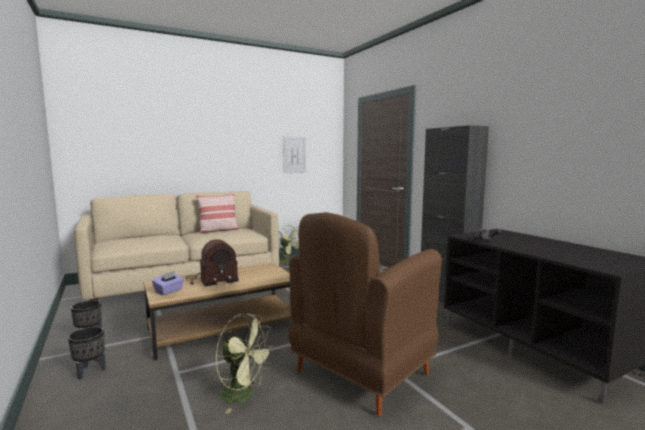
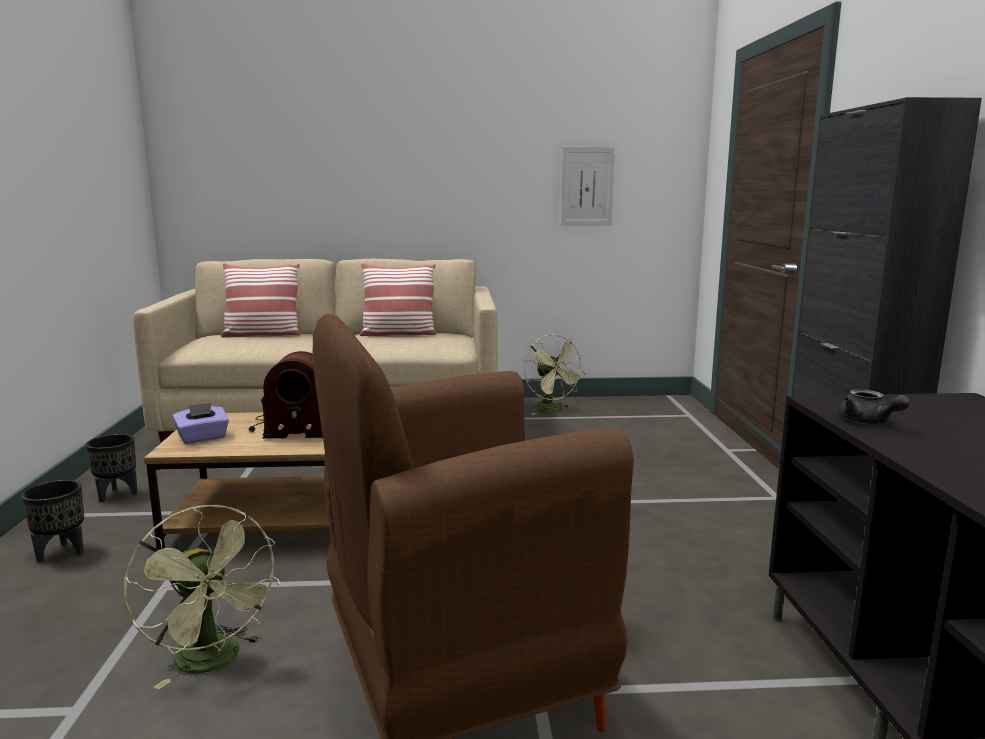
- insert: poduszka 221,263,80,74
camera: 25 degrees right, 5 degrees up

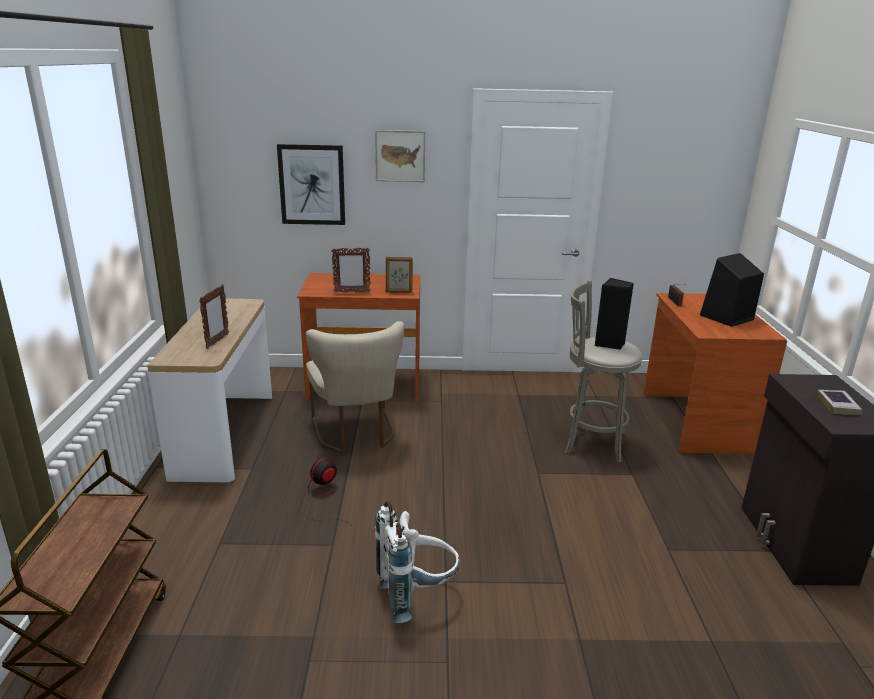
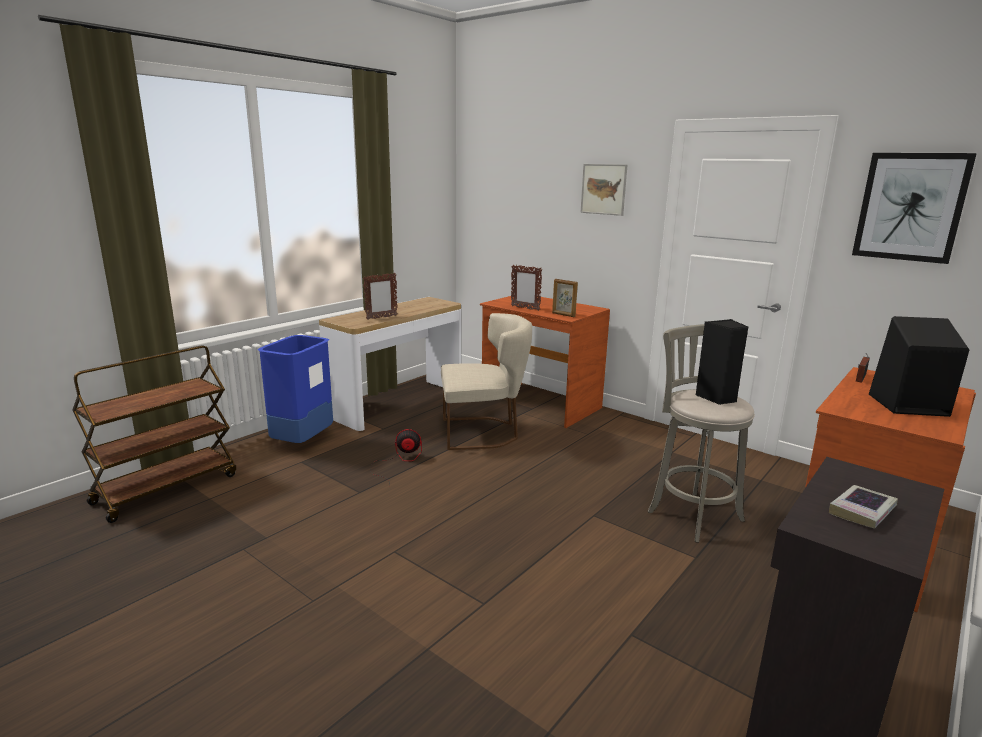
- move: obraz 277,144,68,81 to 852,153,125,111
- rotate: krzesło (beżowy) 306,321,98,133 = 441,313,91,137 120 degrees counterclockwise
- delete: plecak (biały) 375,501,85,122
- insert: kosz na śmieci (niebieski) 258,335,75,108
camera: 40 degrees right, 5 degrees down

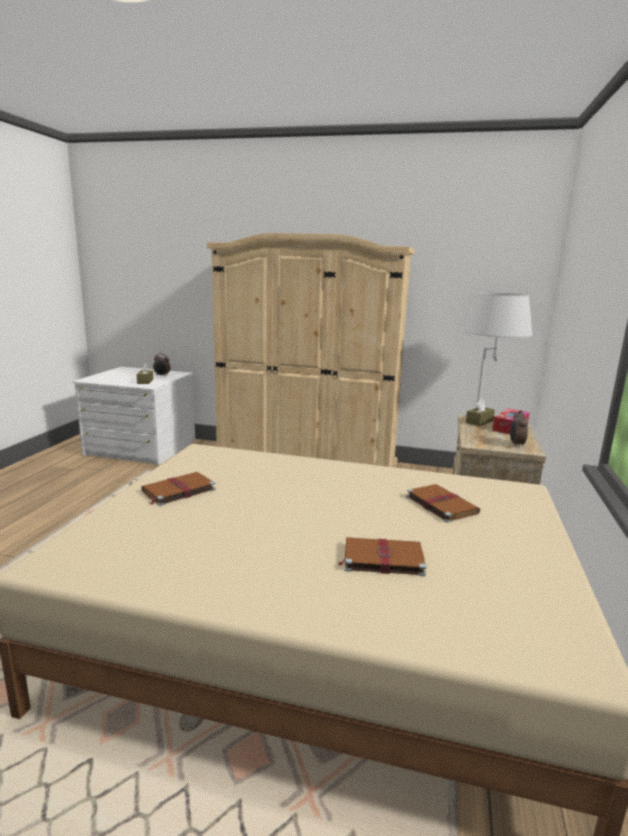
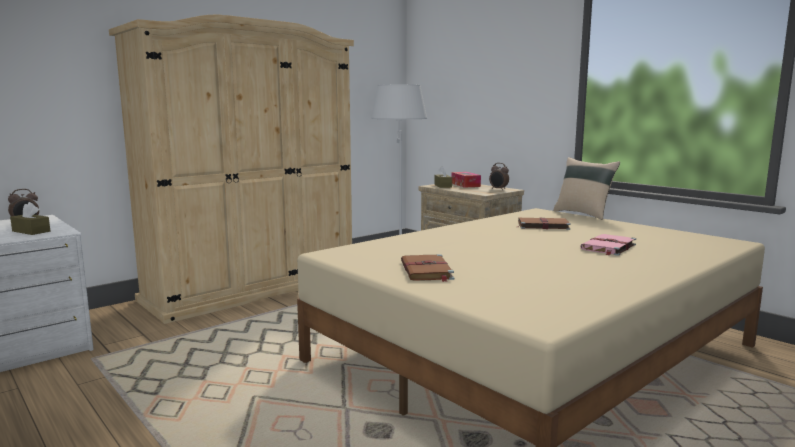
- recolor: książka (brązowy) 338,537,88,39 to książka (różowy) 580,234,56,22
- insert: poduszka (beżowy) 553,157,67,63
camera: 55 degrees left, 5 degrees down

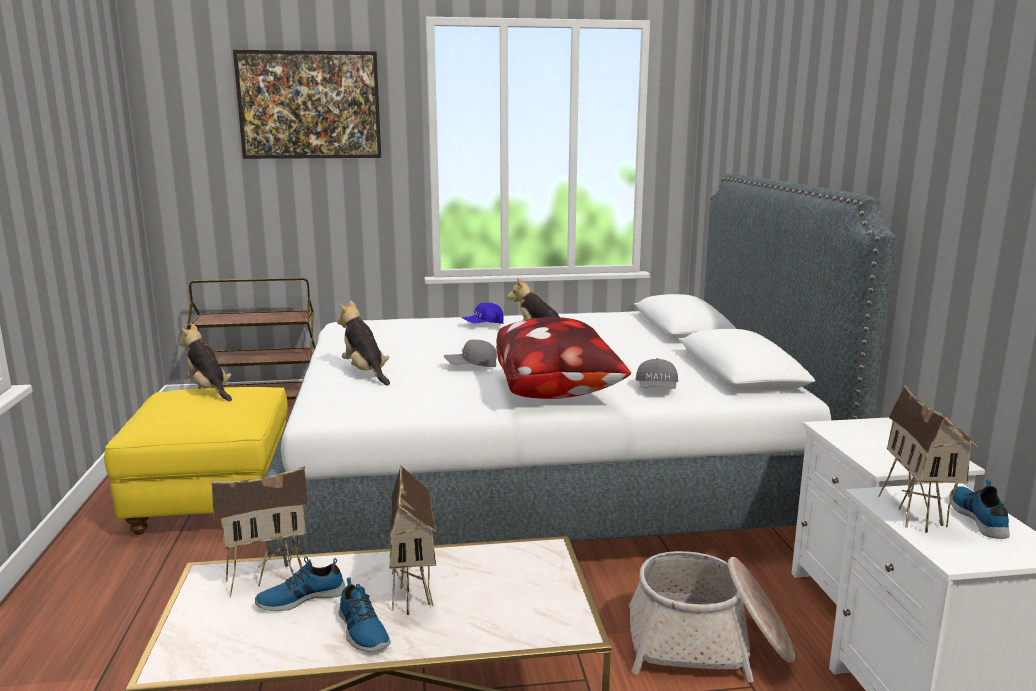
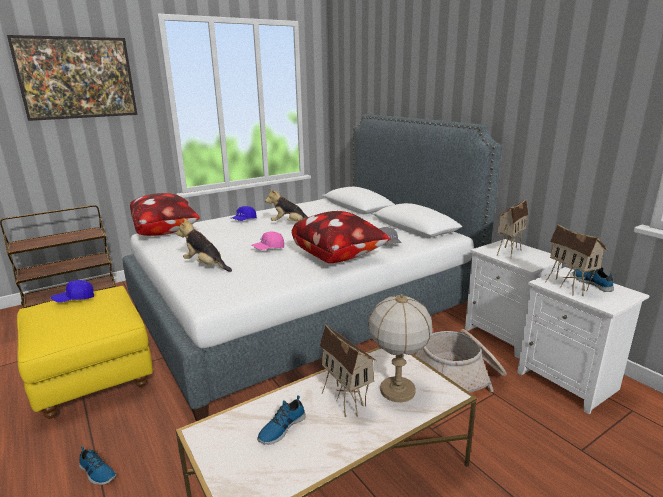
- replace: pluszak 180,324,52,77 to czapka z daszkiem (niebieski) 50,280,44,22
- move: domek 211,466,97,131 to 497,199,32,57
- move: but 339,577,52,75 to 79,446,37,39
- recolor: czapka z daszkiem (szary) 444,339,53,28 to czapka z daszkiem (różowy) 252,232,32,18
- insert: poduszka 130,193,70,43
- insert: lampa stołowa 368,294,65,108
camera: 25 degrees left, 5 degrees up

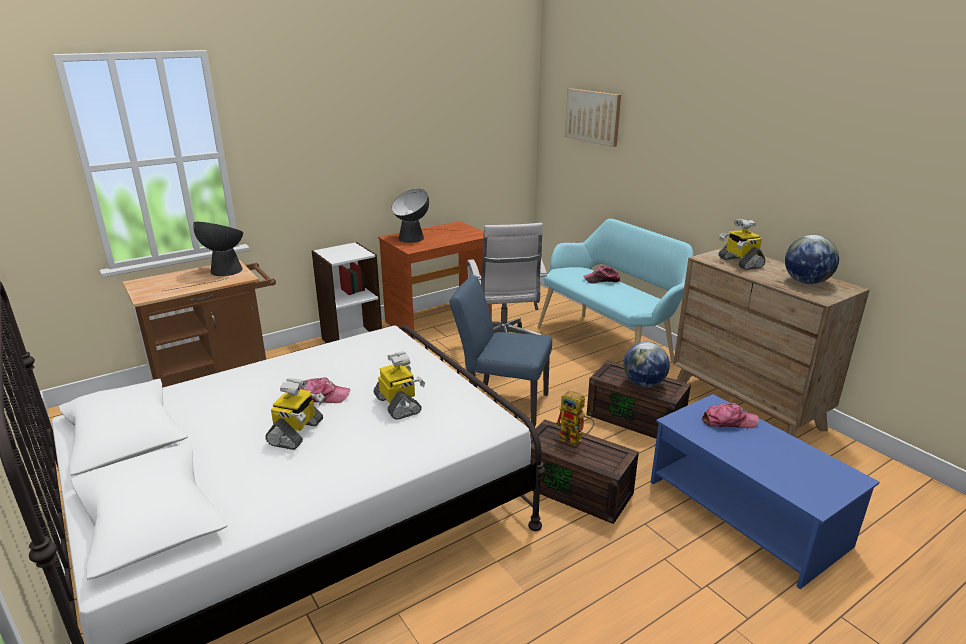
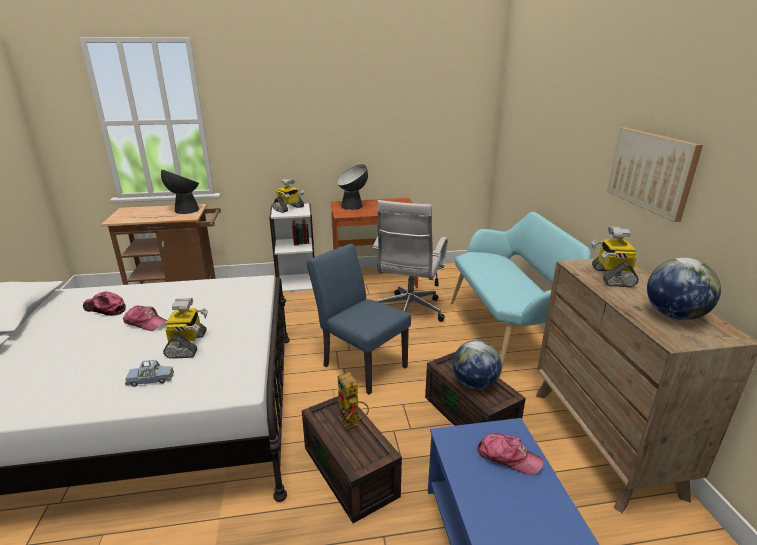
- move: robot zabawkowy 265,378,59,72 to 273,178,31,35
- move: obraz 565,88,56,59 to 607,127,96,95
- move: czapka z daszkiem 584,266,37,17 to 83,291,43,25
- insert: samochodzik (niebieski) 125,360,49,27
camera: 25 degrees right, 0 degrees up

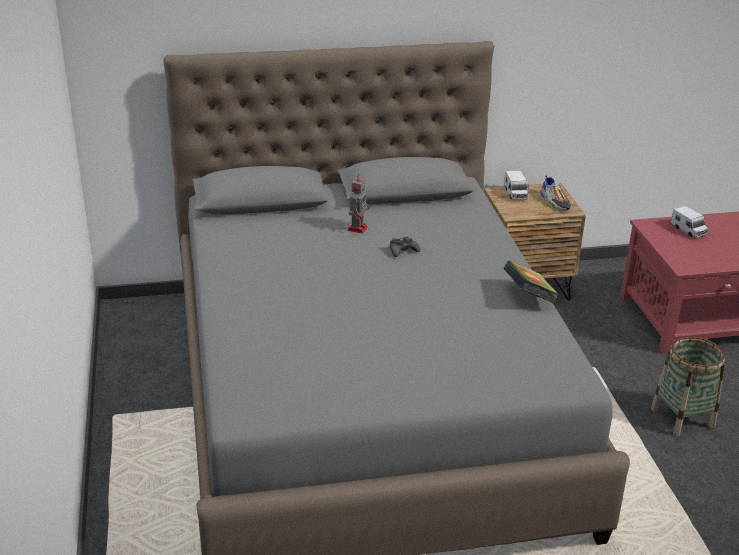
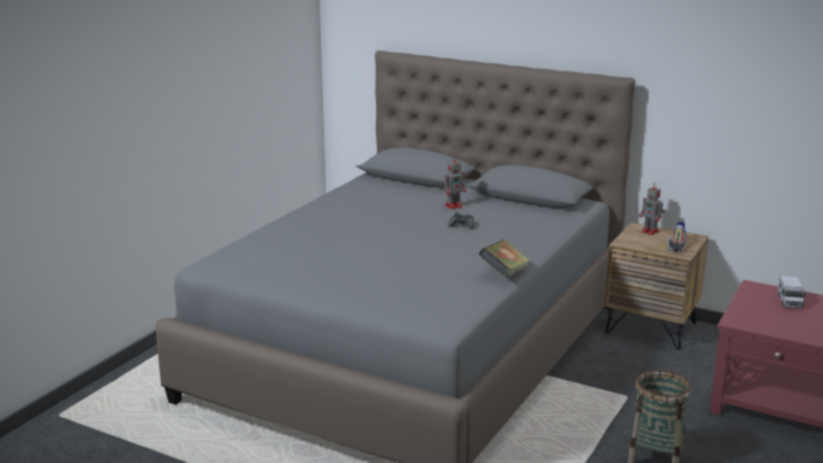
- replace: ciężarówka zabawkowa 504,171,25,29 to robot zabawkowy 640,183,25,52
camera: 40 degrees right, 10 degrees down

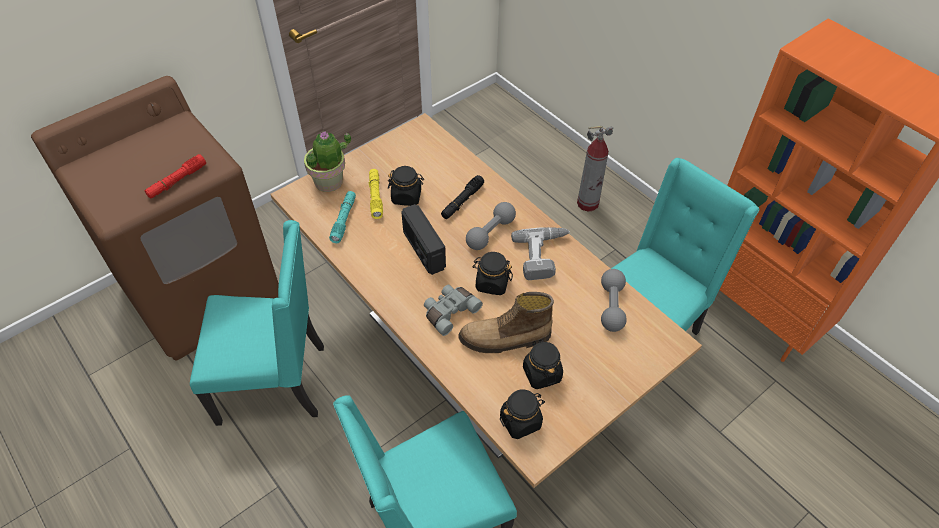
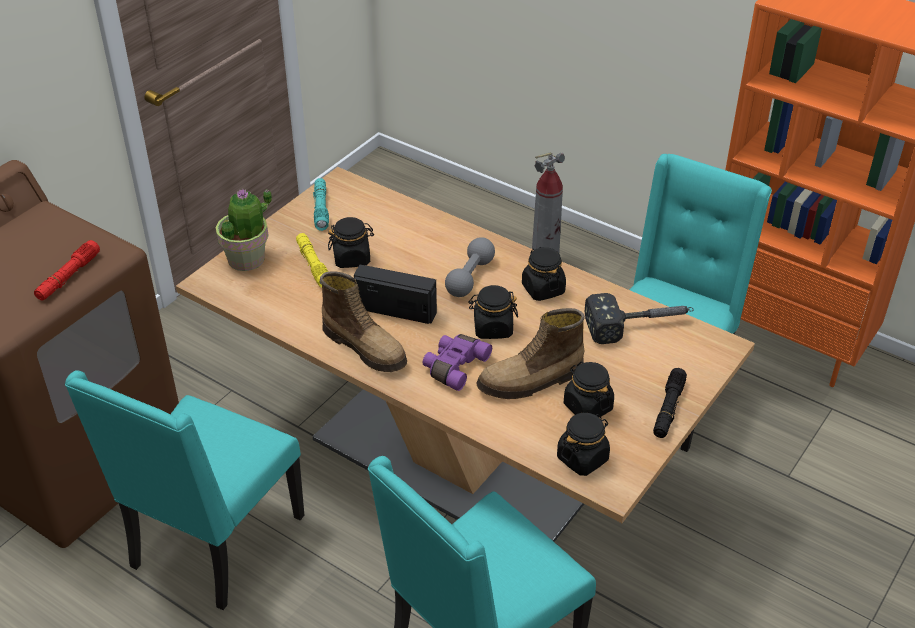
- rotate: krzesło (turkusowy) 190,220,134,206 = 65,370,239,240 135 degrees clockwise
- move: latarka (turkusowy) 329,191,27,52 to 313,178,16,53
- rotate: radio 401,204,45,71 = 354,265,83,59 150 degrees clockwise
- recolor: lornetka (szary) 424,284,59,52 to lornetka (fioletowy) 423,334,69,57
- move: latarka (czarny) 441,175,43,44 to 653,368,34,70
- replace: wiertarka 511,227,59,53 to słoik (czarny) 522,247,44,54
- replace: hantel (szary) 601,269,26,63 to młotek 585,293,109,51
- insert: but z cholewką 320,271,87,101
camera: 15 degrees left, 10 degrees down

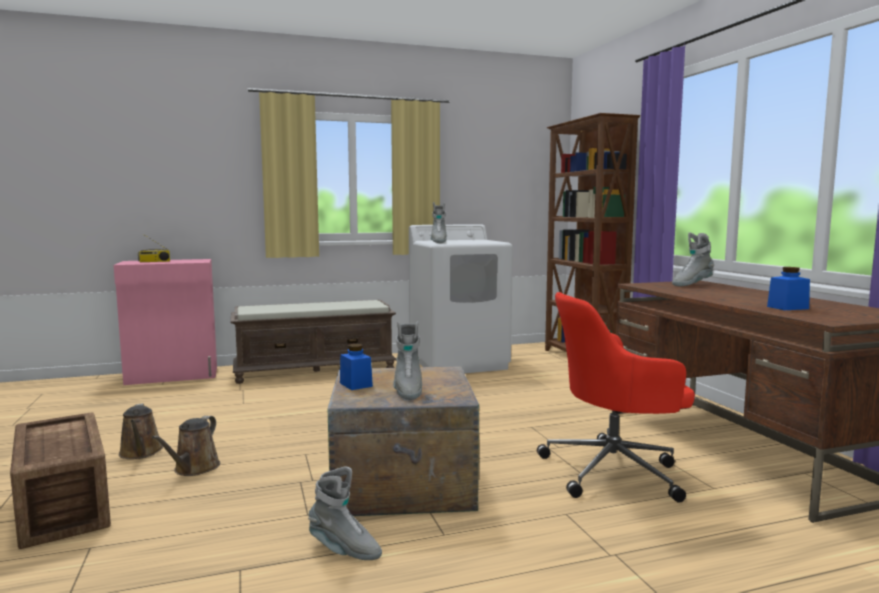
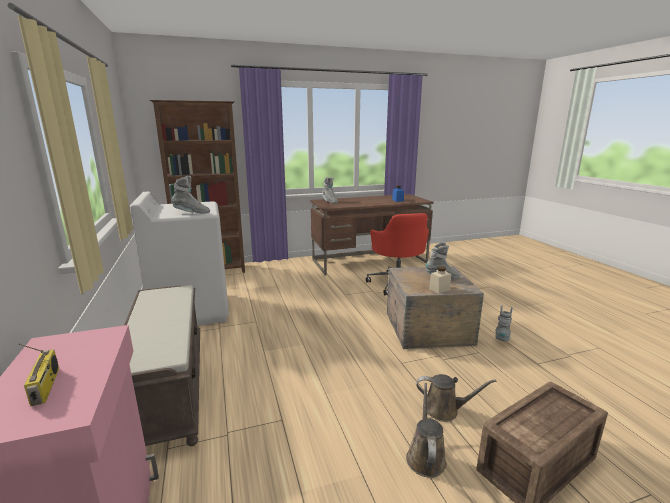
- rotate: konewka (brązowy) 119,403,44,56 = 406,383,41,95 60 degrees counterclockwise
- recolor: słoik (niebieski) 340,344,33,46 to słoik (beżowy) 429,266,22,27
camera: 90 degrees left, 10 degrees up

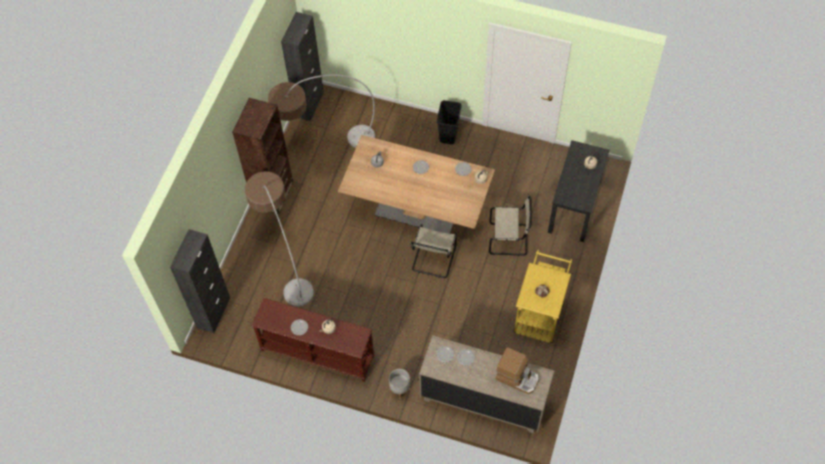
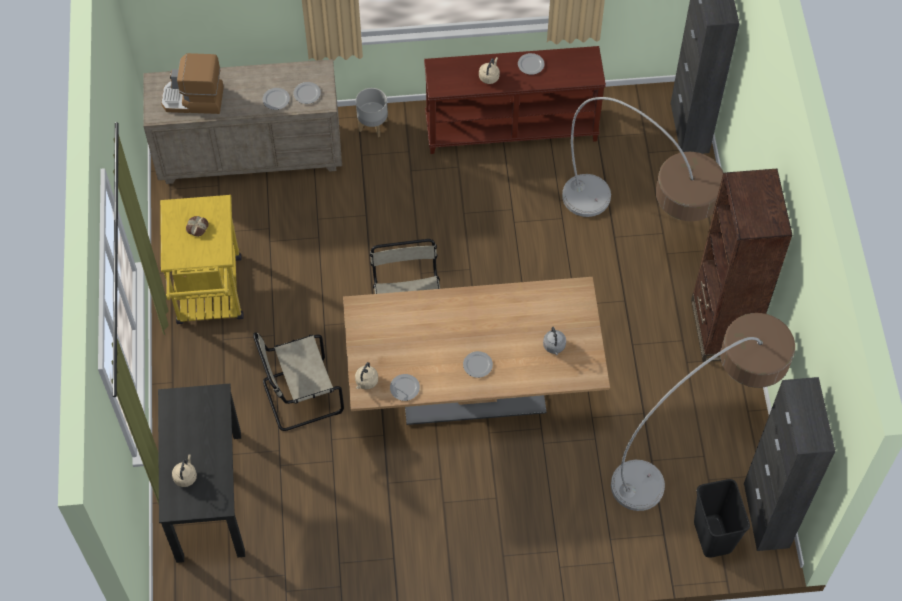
- move: kosz na śmieci (czarny) 437,100,25,44 to 694,479,56,79
camera: 155 degrees right, 0 degrees up

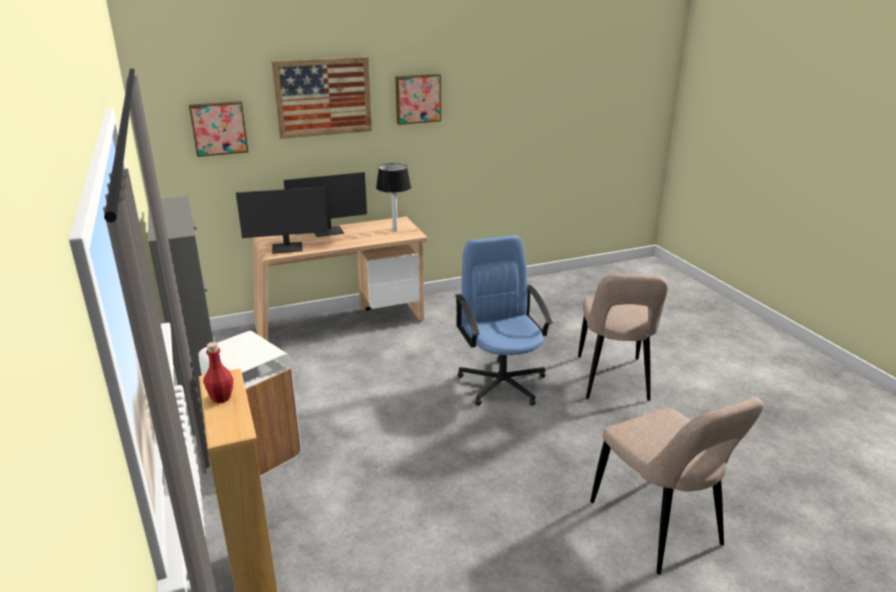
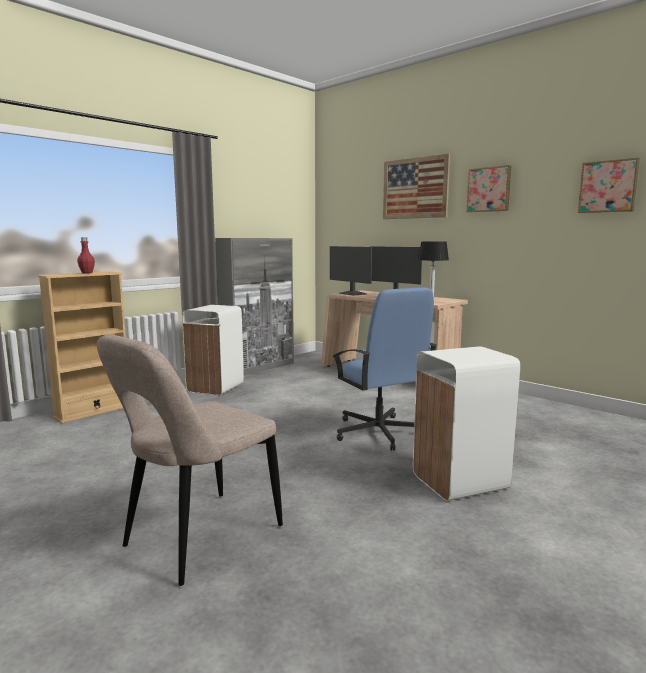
- move: obraz 189,101,59,56 to 578,158,62,55
- rotate: krzesło biurowe (niebieski) 455,235,98,171 = 332,288,105,163 105 degrees clockwise
- replace: krzesło (beżowy) 578,274,90,127 to kosz na śmieci (biały) 413,346,107,155
camera: 65 degrees right, 15 degrees down

